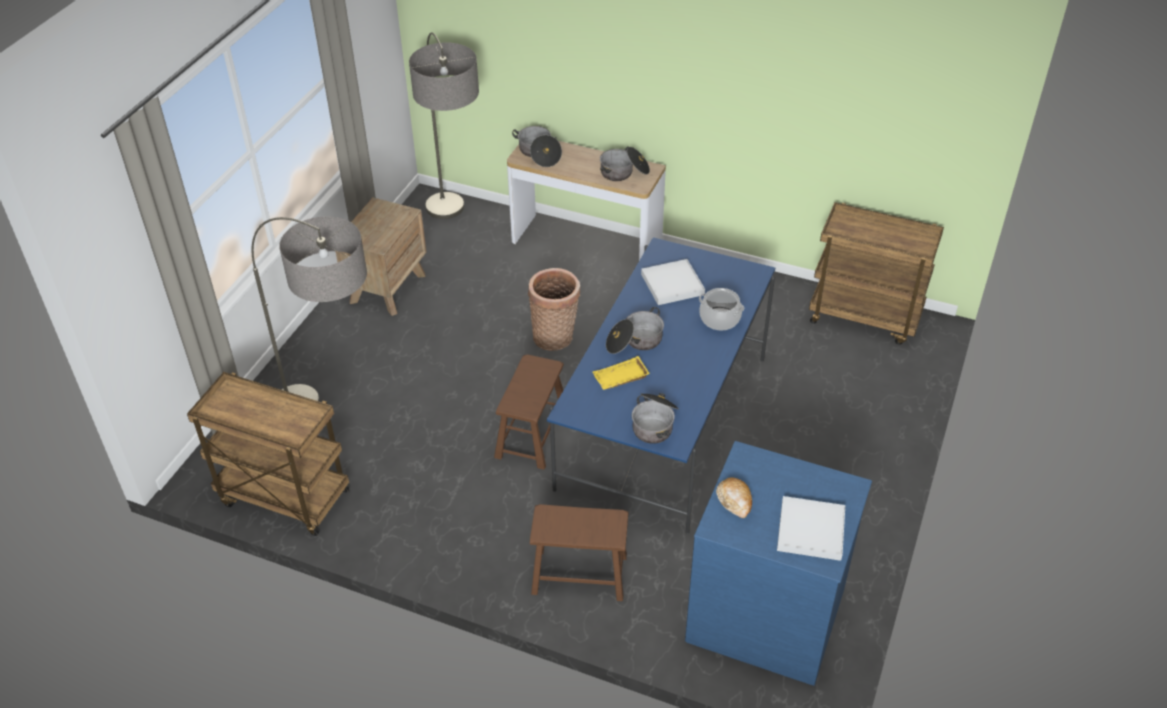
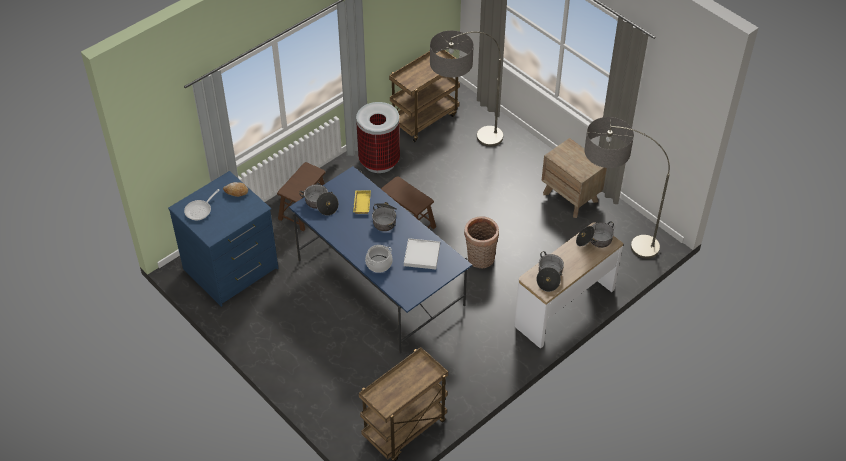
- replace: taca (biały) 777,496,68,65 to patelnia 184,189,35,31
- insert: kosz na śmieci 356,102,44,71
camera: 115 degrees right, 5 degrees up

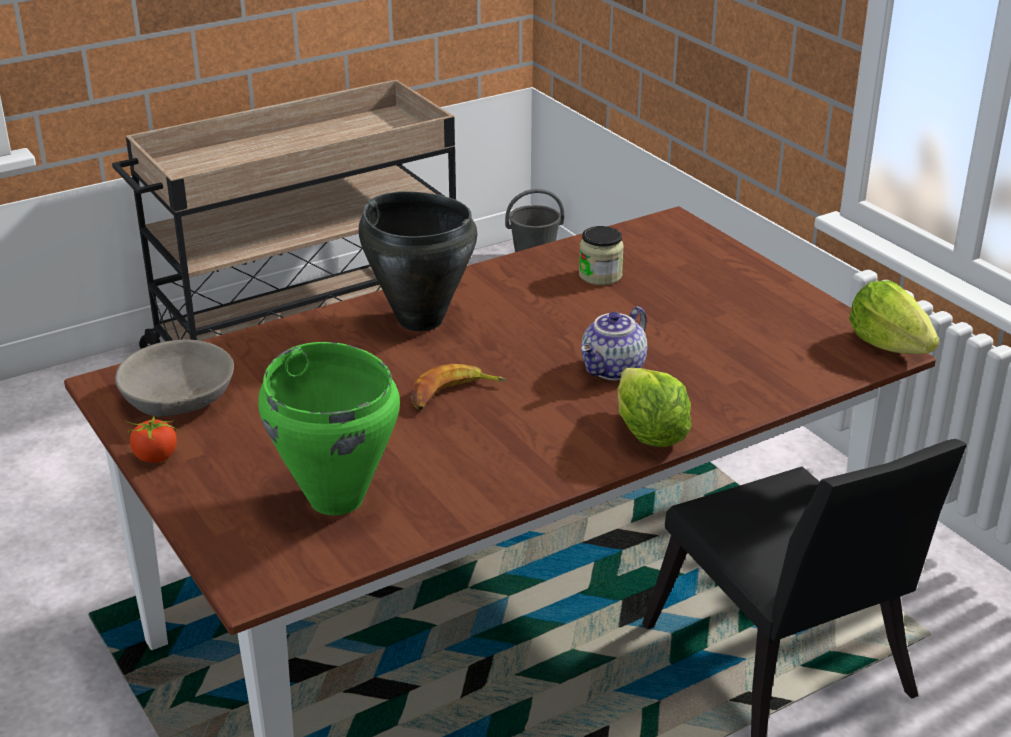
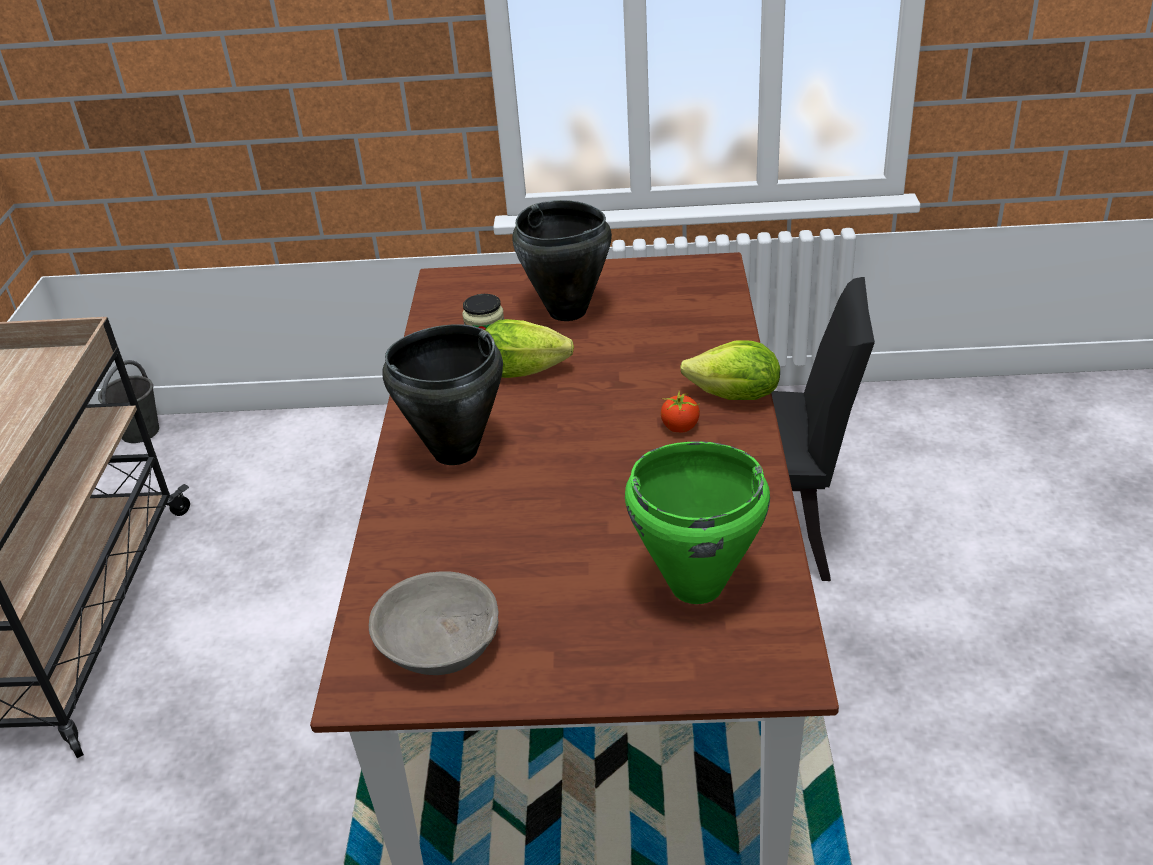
- move: pomidor 126,415,51,48 to 661,391,39,42
- delete: banan 410,364,96,46
- delete: imbryk 581,306,66,74
- move: sałata 849,280,90,74 to 485,319,89,59
- insert: garnek (czarny) 512,200,100,121
camera: 55 degrees left, 5 degrees up

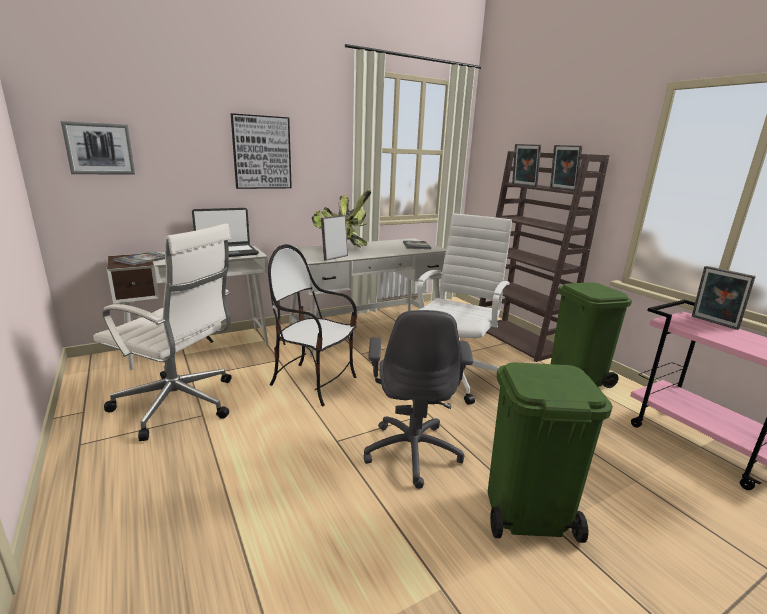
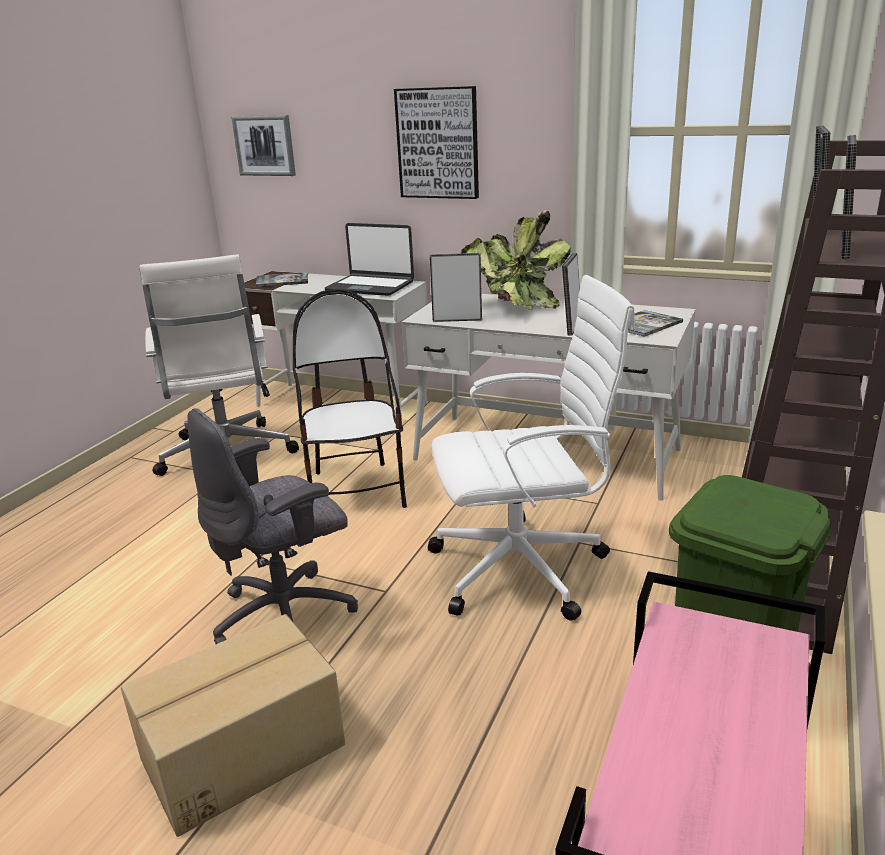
- replace: kosz na śmieci (zielony) 488,362,125,181 to karton 121,614,224,223
- move: ramka na zdjęcie 692,266,64,64 to 562,253,18,83
camera: 55 degrees right, 5 degrees up

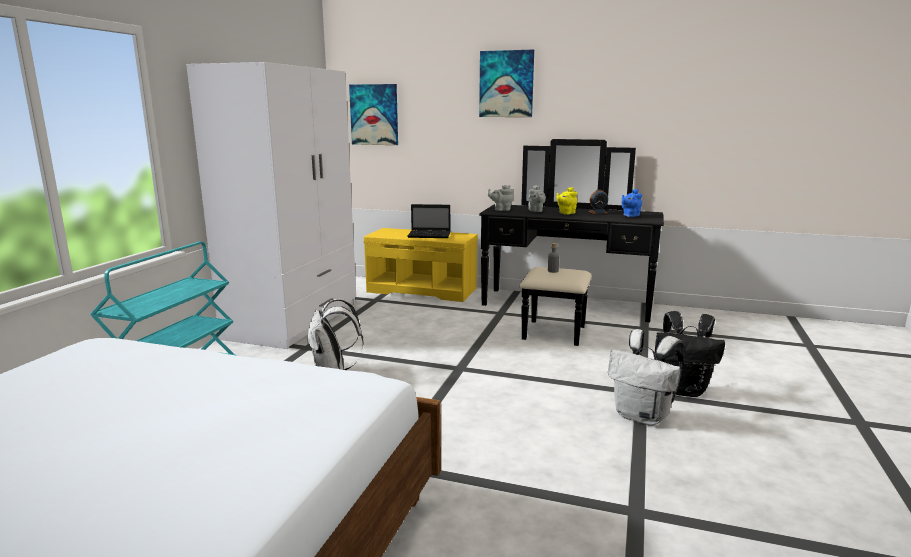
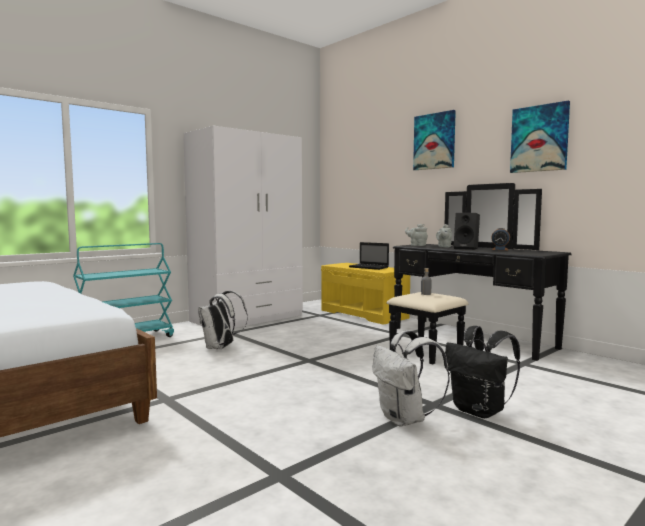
- move: obraz 349,84,49,61 to 510,101,60,72
- replace: imbryk (żółty) 557,187,20,28 to głośnik (czarny) 454,213,26,37
- delete: imbryk (niebieski) 621,189,21,28
camera: 30 degrees right, 10 degrees down

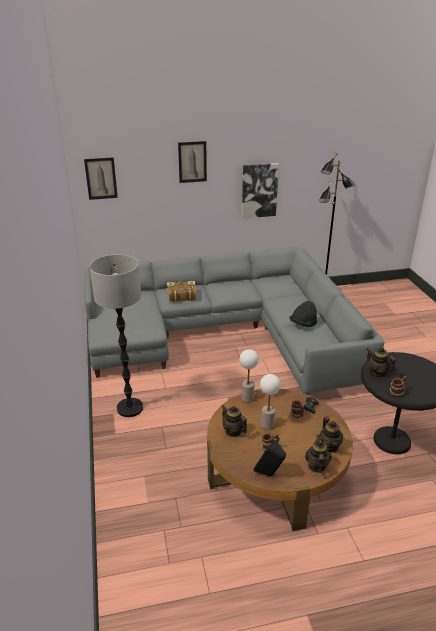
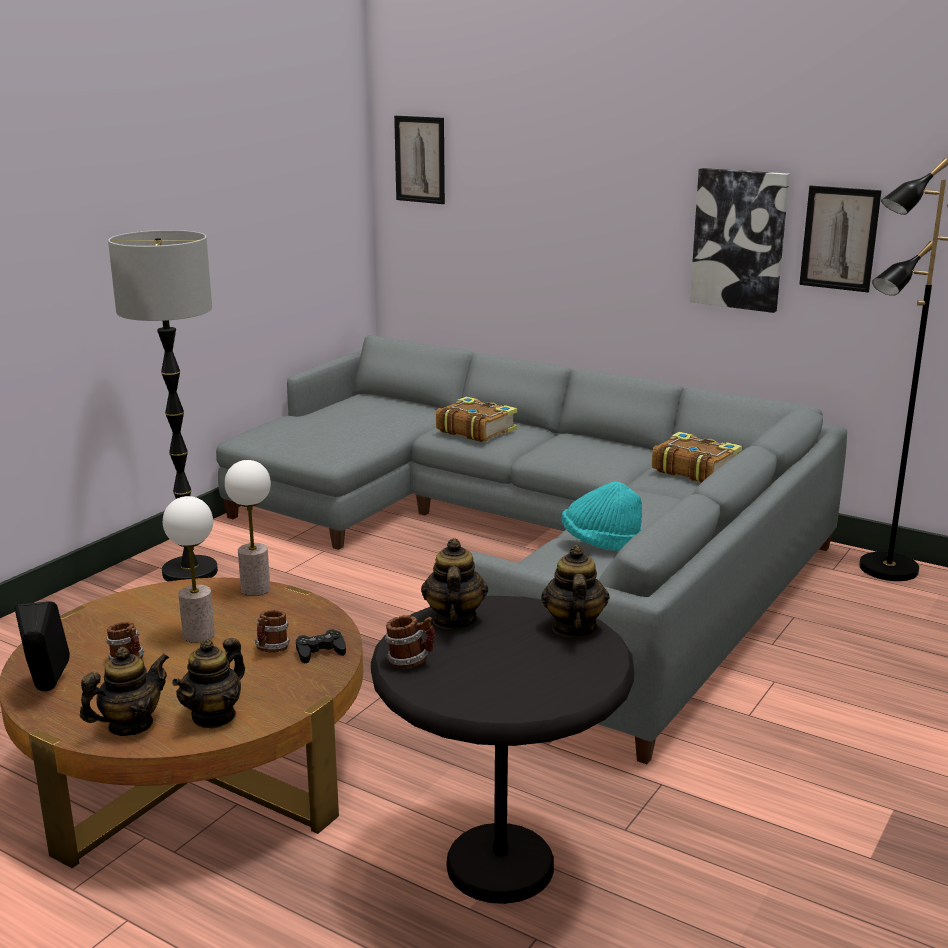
- move: obraz 178,141,29,42 to 799,185,83,107
- move: imbryk 222,405,25,32 to 541,545,68,92
- recolor: kapelusz (czarny) 290,301,27,26 to kapelusz (turkusowy) 562,482,80,69
- insert: książka 652,431,90,52
camera: 45 degrees right, 10 degrees down

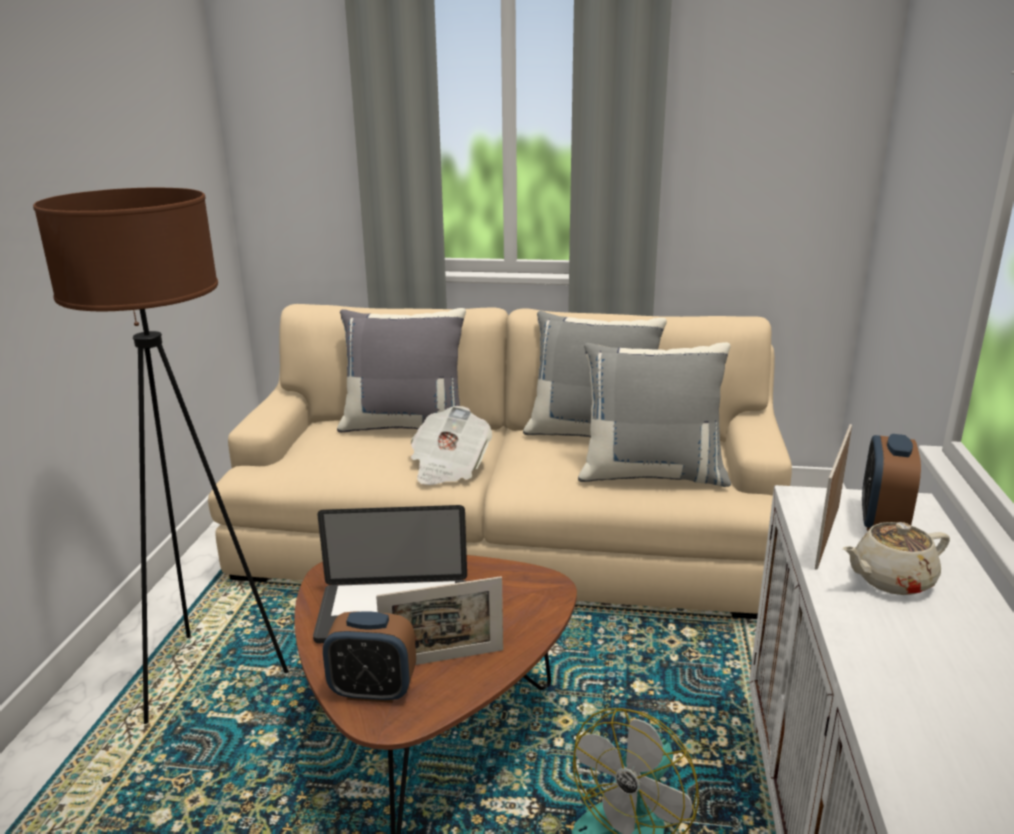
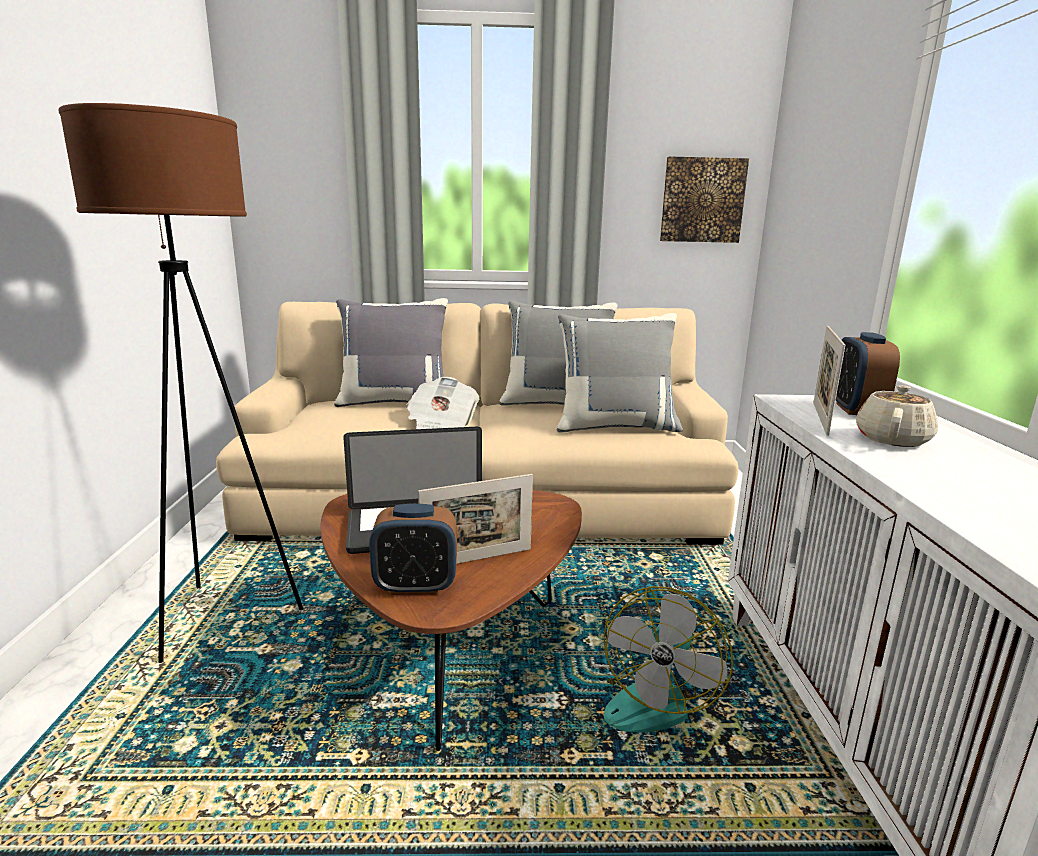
- rotate: imbryk (beżowy) 843,522,107,73 = 856,385,82,62 150 degrees clockwise
- insert: obraz 660,156,89,87
camera: 10 degrees left, 5 degrees down

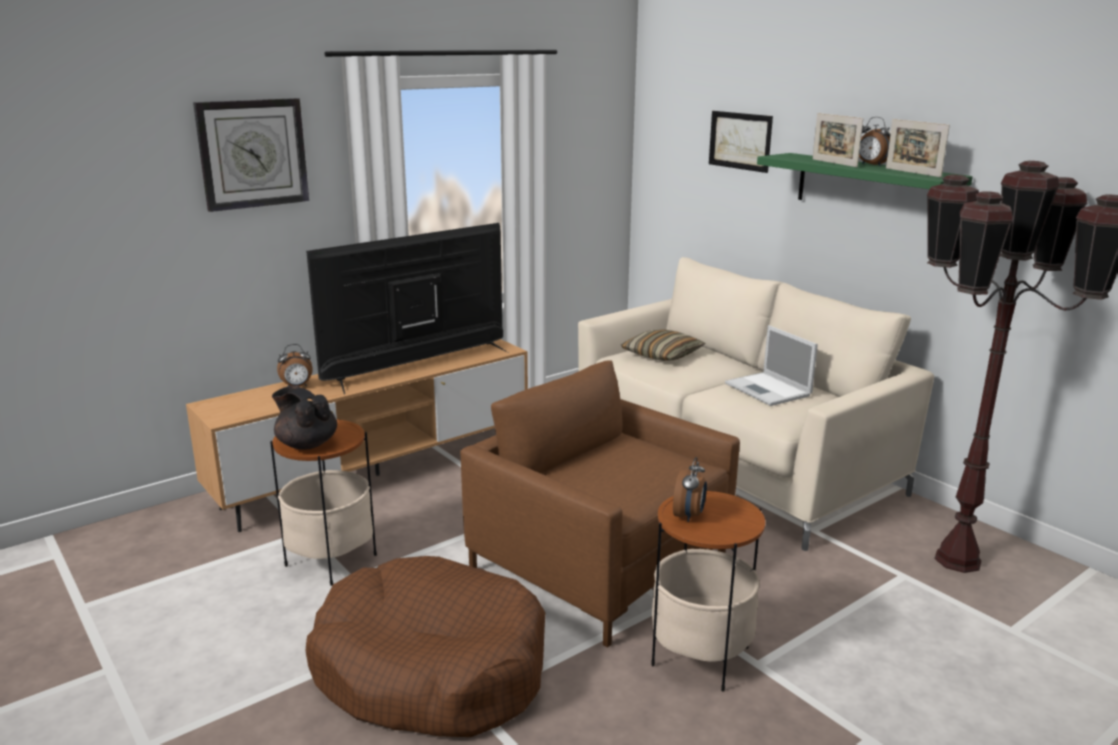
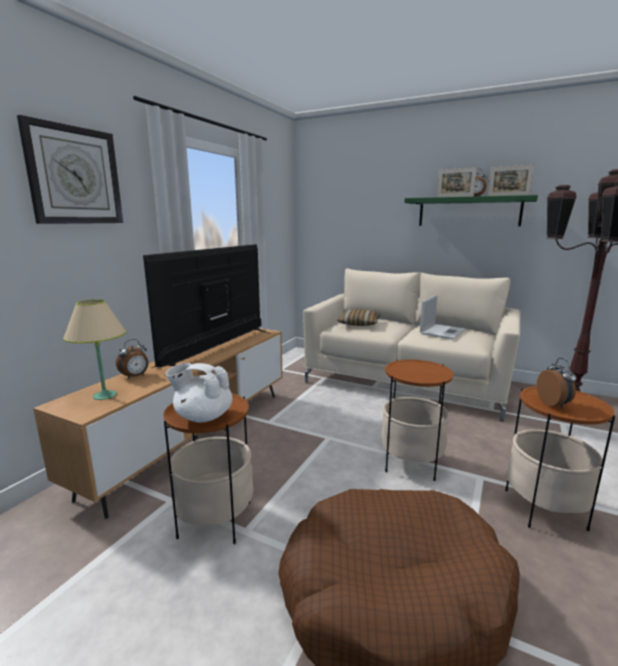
- recolor: imbryk (czarny) 272,385,65,65 to imbryk (biały) 166,363,66,60
- replace: fotel (brązowy) 460,360,280,287 to stolik 381,359,73,122
- delete: obraz 709,111,64,62
- rotate: laptop 725,325,93,81 = 420,295,45,45 90 degrees counterclockwise
- insert: lampa stołowa (beżowy) 63,300,63,100
camera: 25 degrees left, 5 degrees down

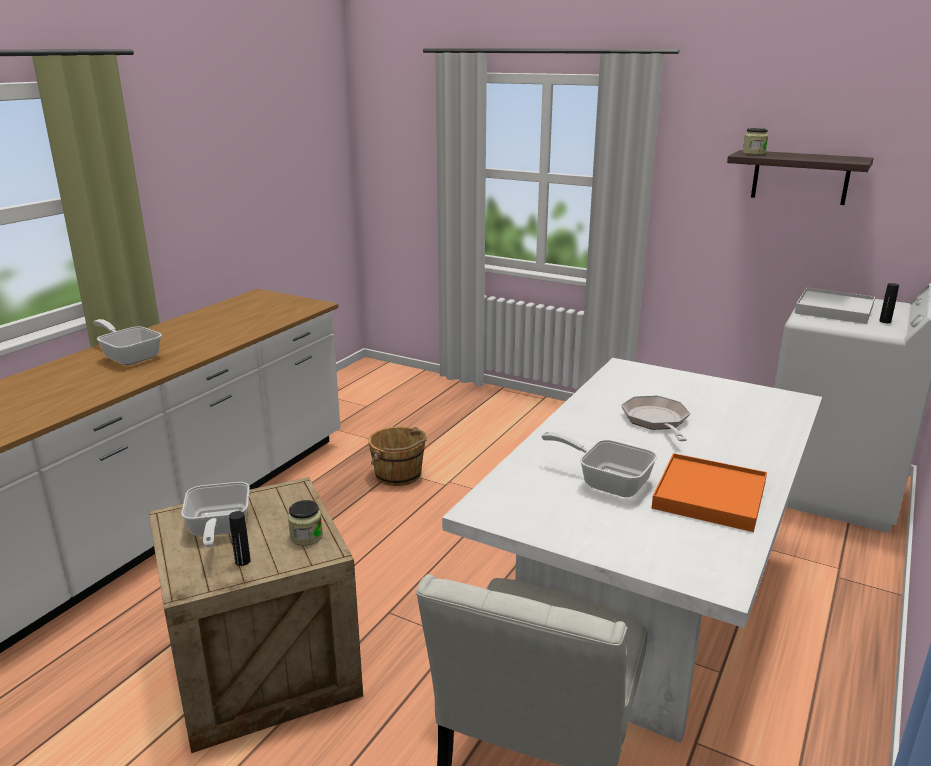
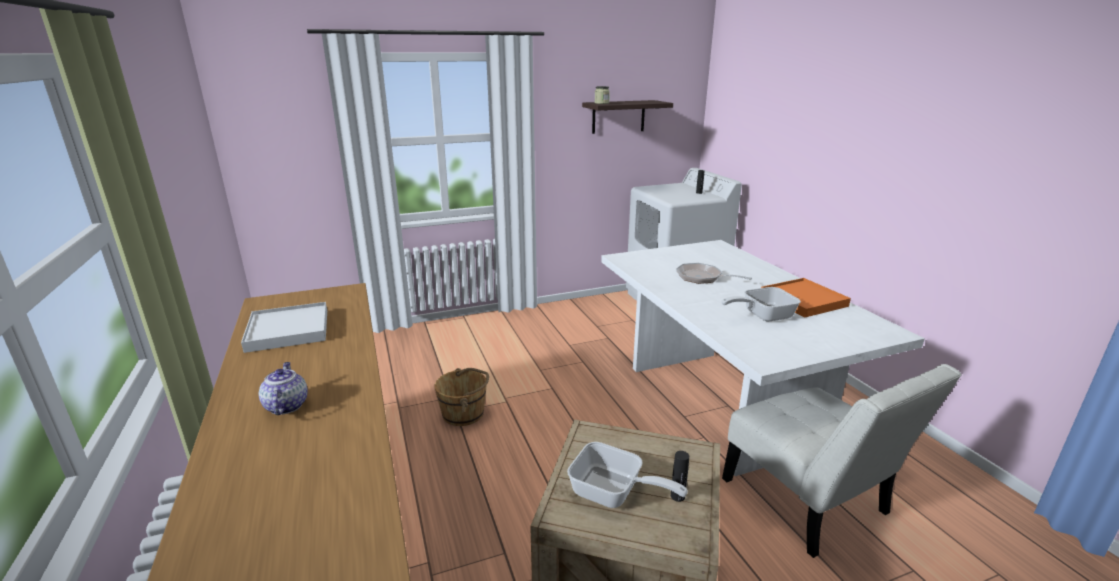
- replace: patelnia 93,319,69,46 to imbryk 259,362,49,53
- delete: słoik 288,500,35,46
- move: taca (biały) 795,288,80,36 to 241,302,86,51
camera: 50 degrees left, 0 degrees up

